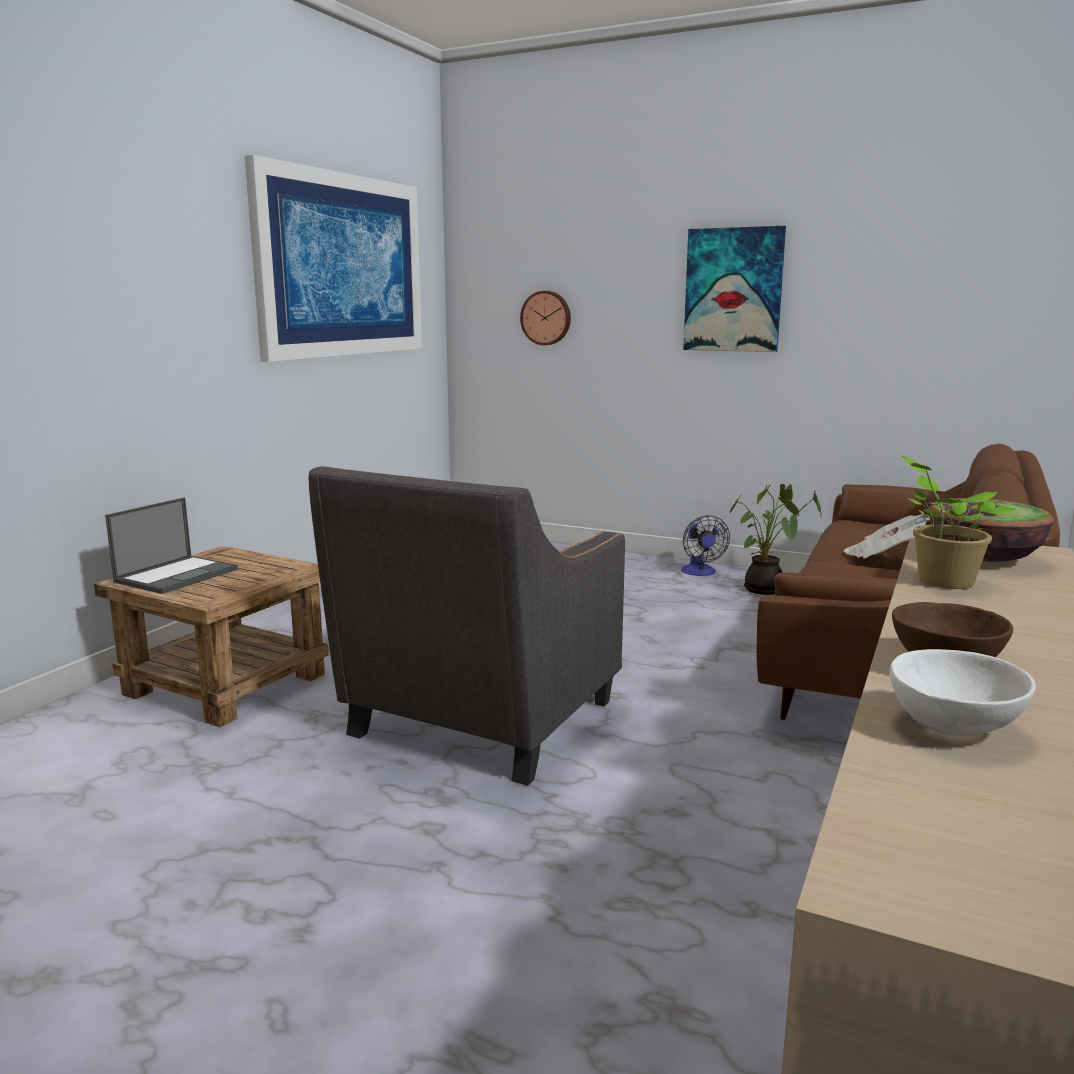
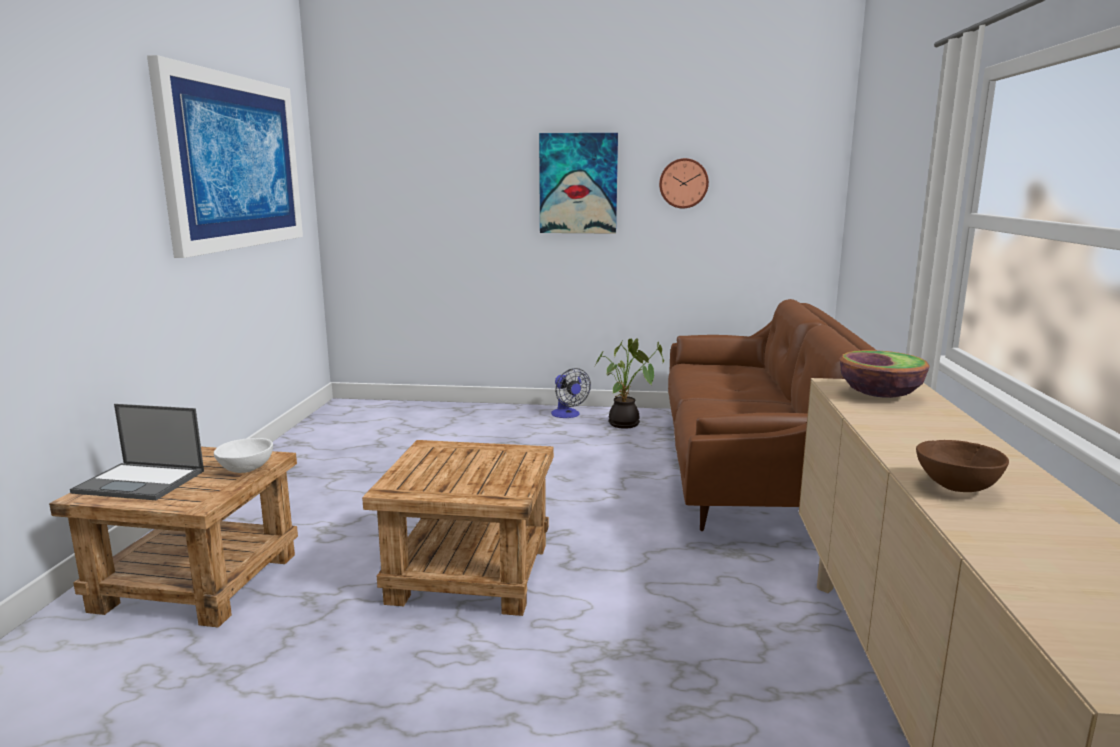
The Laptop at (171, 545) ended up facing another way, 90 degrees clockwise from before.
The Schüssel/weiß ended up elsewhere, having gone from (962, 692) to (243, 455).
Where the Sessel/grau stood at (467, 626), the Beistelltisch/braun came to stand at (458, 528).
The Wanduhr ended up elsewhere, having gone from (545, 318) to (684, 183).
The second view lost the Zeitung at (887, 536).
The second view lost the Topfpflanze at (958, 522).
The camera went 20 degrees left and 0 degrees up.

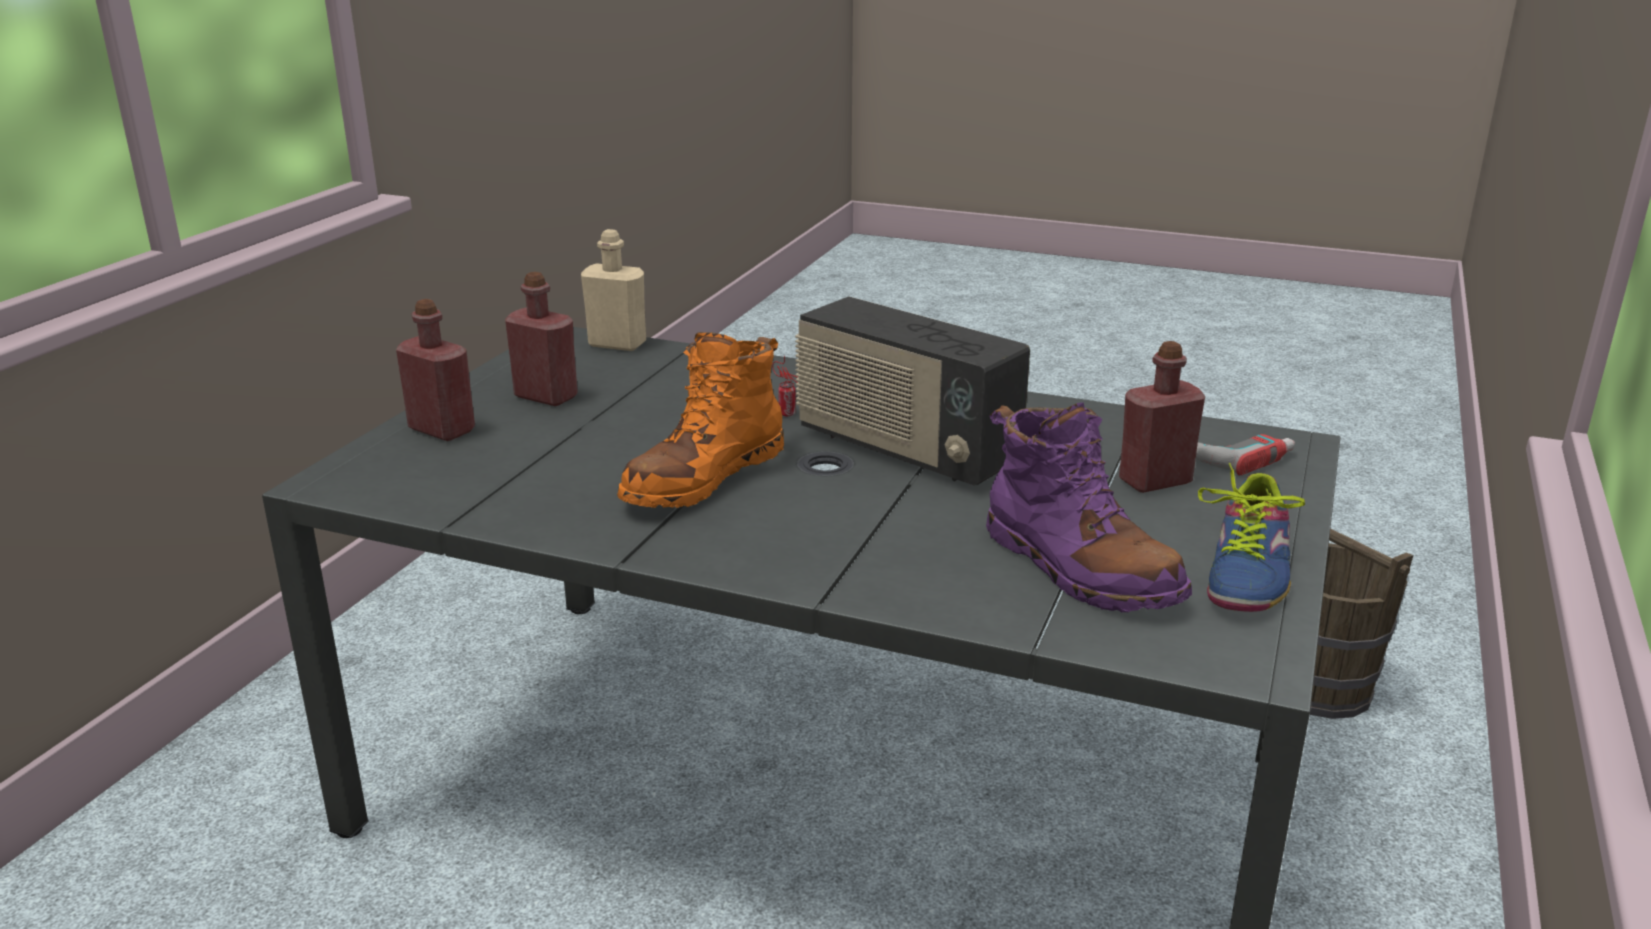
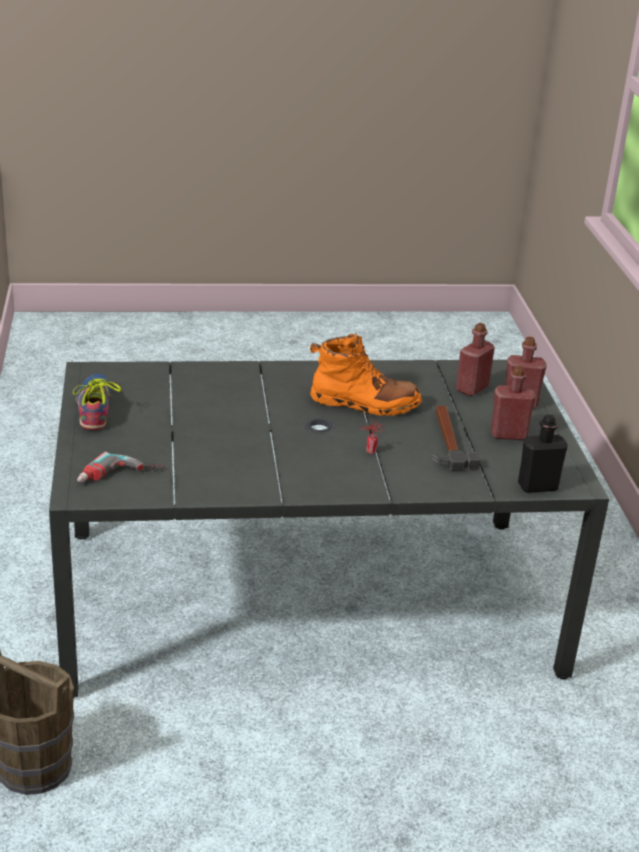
The Stiefel/orange at (700, 420) ended up facing another way, 90 degrees clockwise from before.
The second view gained the Hammer at (456, 438).
The Flasche/rot ended up elsewhere, having gone from (1162, 417) to (475, 359).
What was the Flasche/beige at (613, 290) turned into the Flasche/schwarz at (543, 454).
The second view lost the Radio at (912, 390).
The second view lost the Stiefel/lila at (1089, 507).
The camera went 150 degrees right and 5 degrees up.

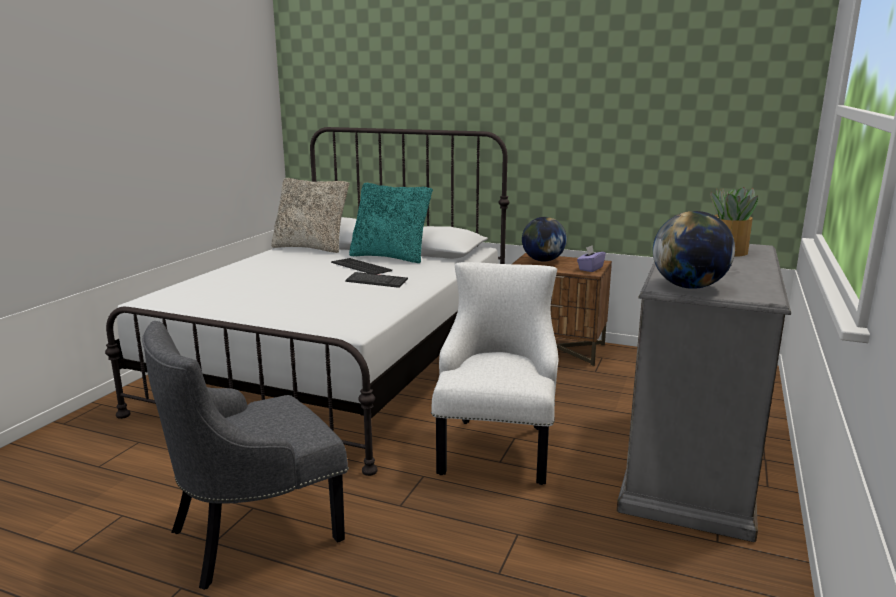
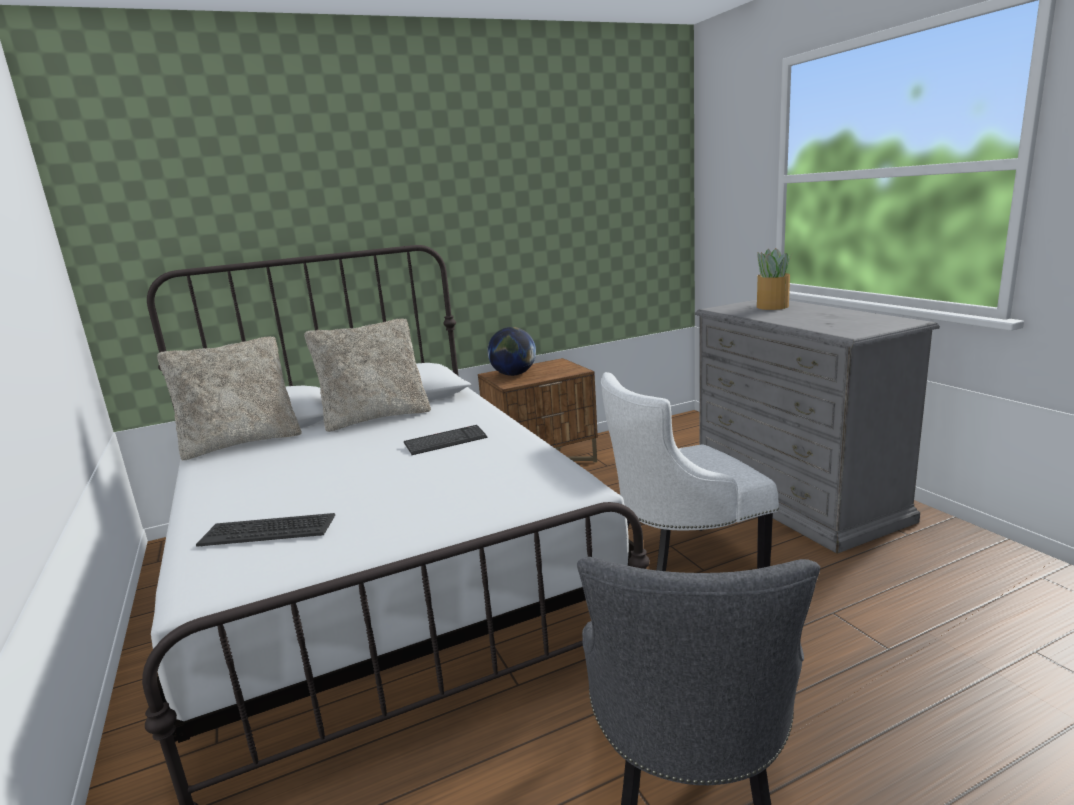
The Tastatur ended up elsewhere, having gone from (361, 266) to (265, 530).
What was the Kissen/türkis at (391, 223) turned into the Kissen/beige at (367, 375).
The Sessel/weiß at (495, 373) ended up facing another way, 75 degrees counterclockwise from before.
The second view lost the Taschentuchbox/lila at (591, 258).
The second view lost the Globus at (694, 250).
The camera went 45 degrees left and 0 degrees up.

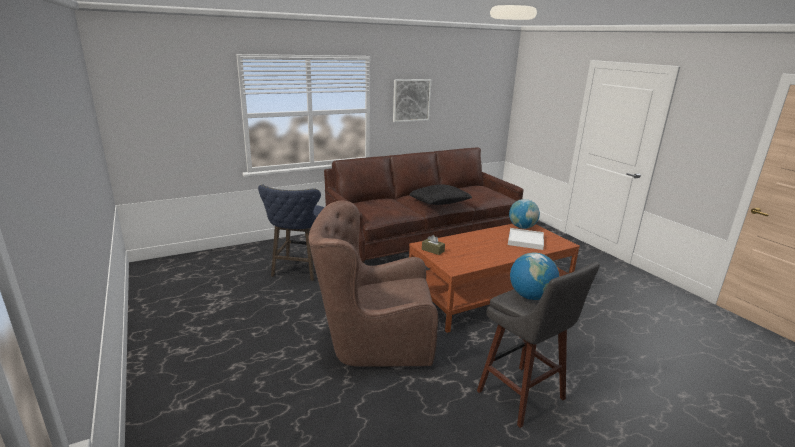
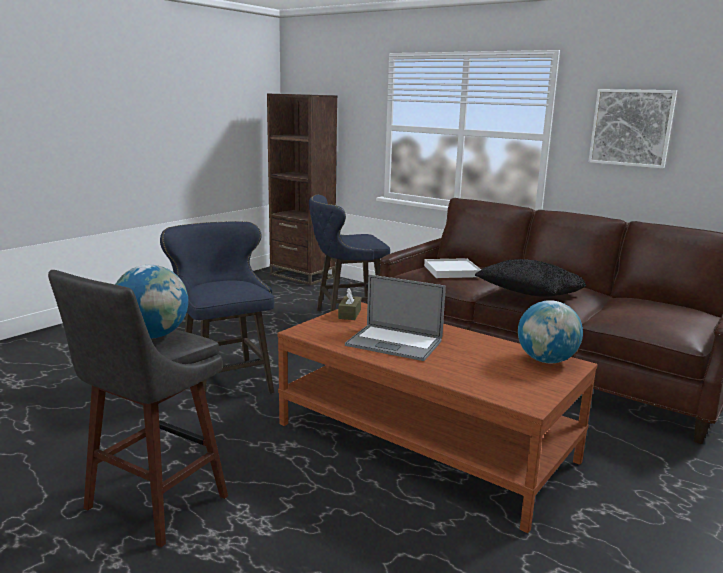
Where the Sessel/braun stood at (373, 284), the Hocker/blau came to stand at (217, 308).
The second view gained the Bücherregal/braun at (302, 189).
The second view gained the Laptop at (395, 317).
The Tablett/weiß ended up elsewhere, having gone from (526, 239) to (452, 268).
The camera went 65 degrees right and 5 degrees down.

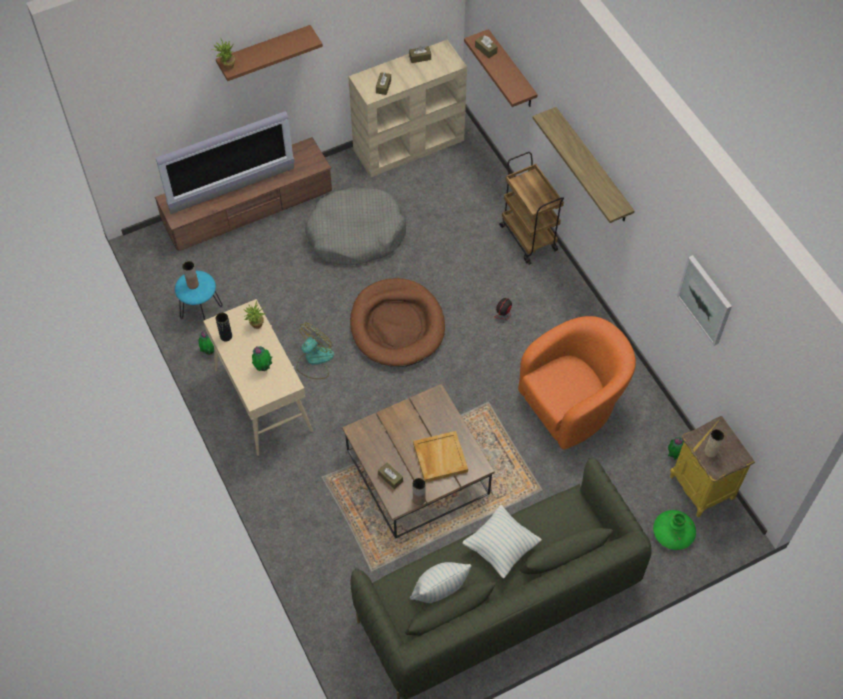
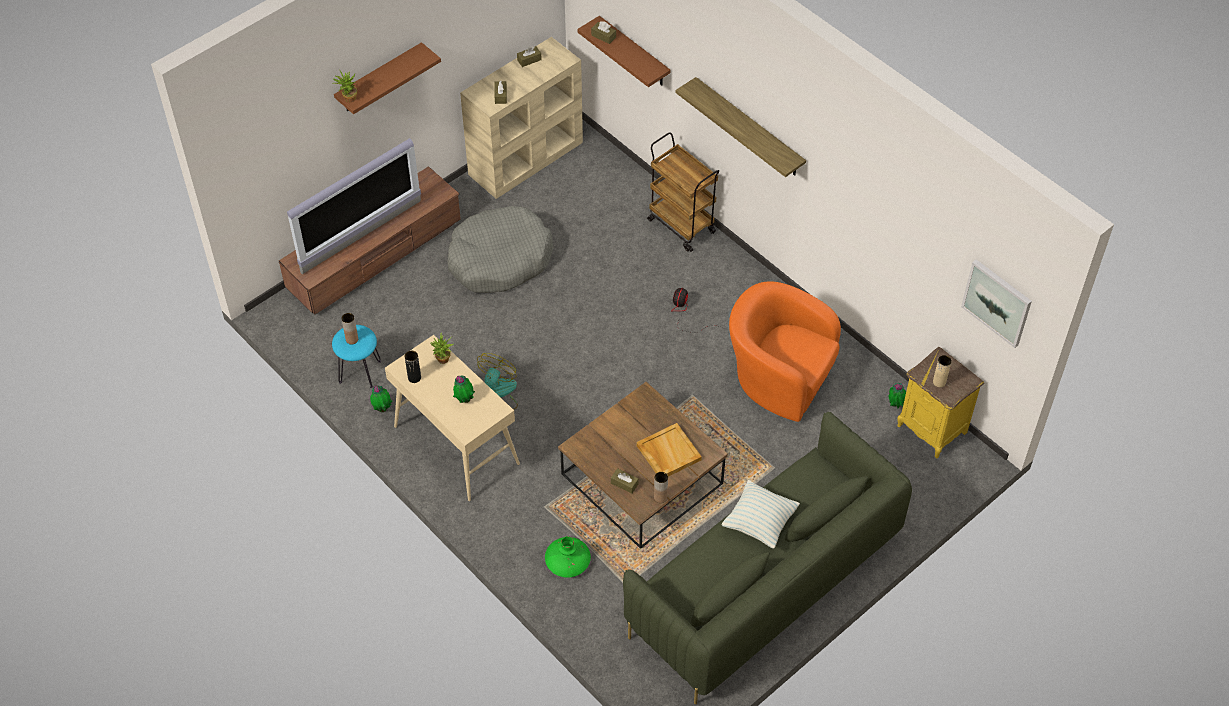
The Vase/grün ended up elsewhere, having gone from (674, 530) to (568, 557).
The Sessel/orange at (577, 383) ended up facing another way, 105 degrees counterclockwise from before.
The Bild ended up elsewhere, having gone from (704, 300) to (996, 304).
The second view lost the Hundebett/braun at (397, 322).
The second view lost the Kissen at (440, 582).
The camera went 15 degrees left and 5 degrees down.

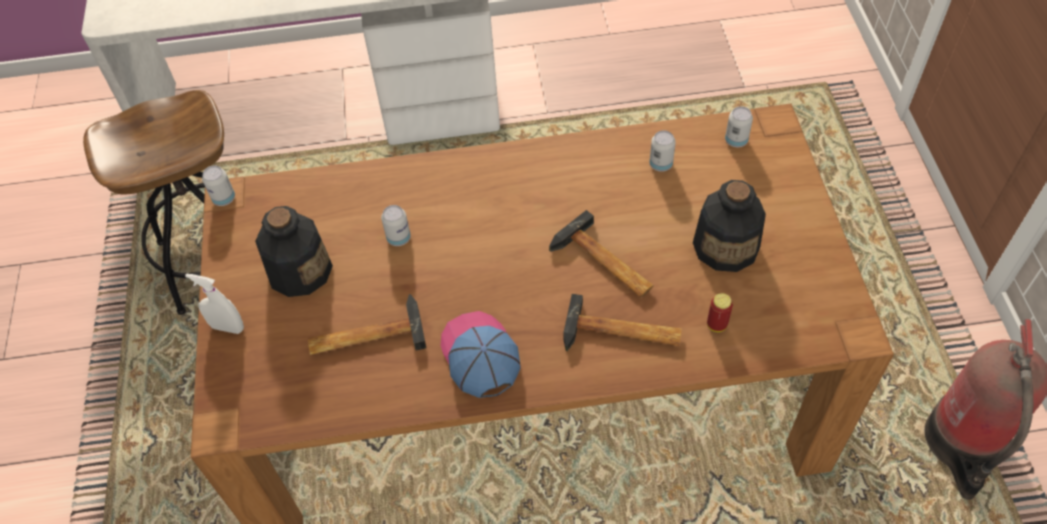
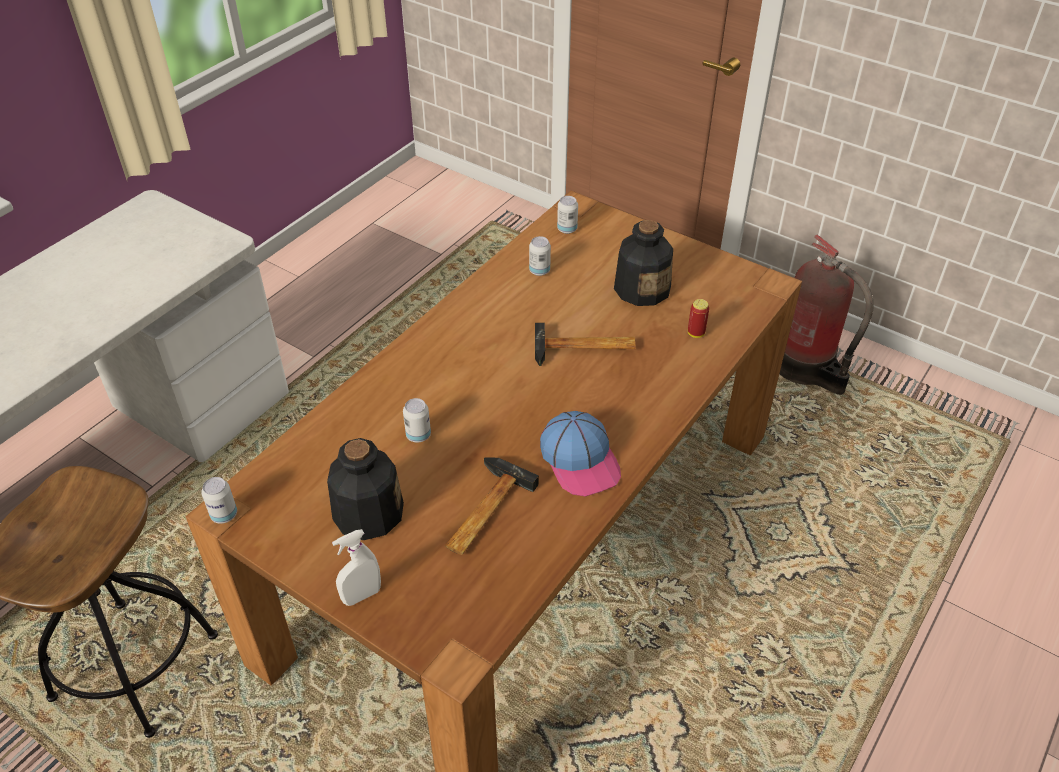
The Kappe at (480, 354) ended up facing another way, 135 degrees counterclockwise from before.
The second view lost the Hammer at (622, 322).
The camera went 50 degrees left and 10 degrees down.

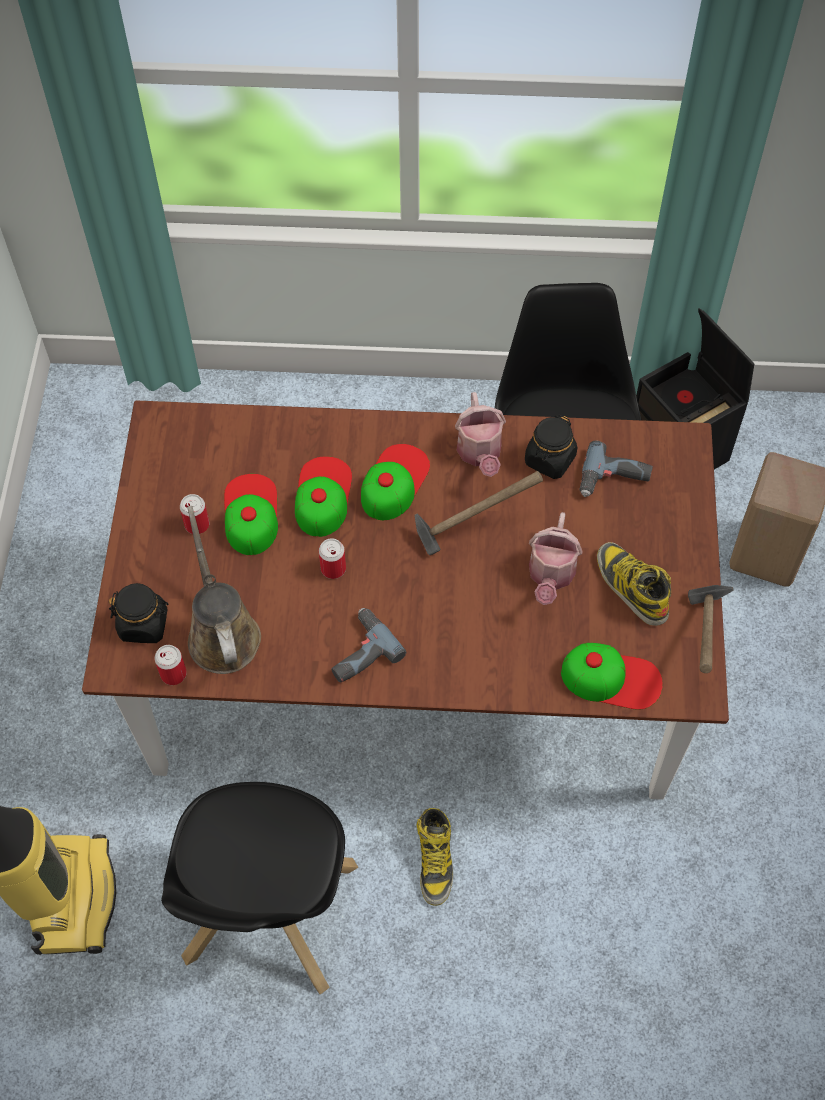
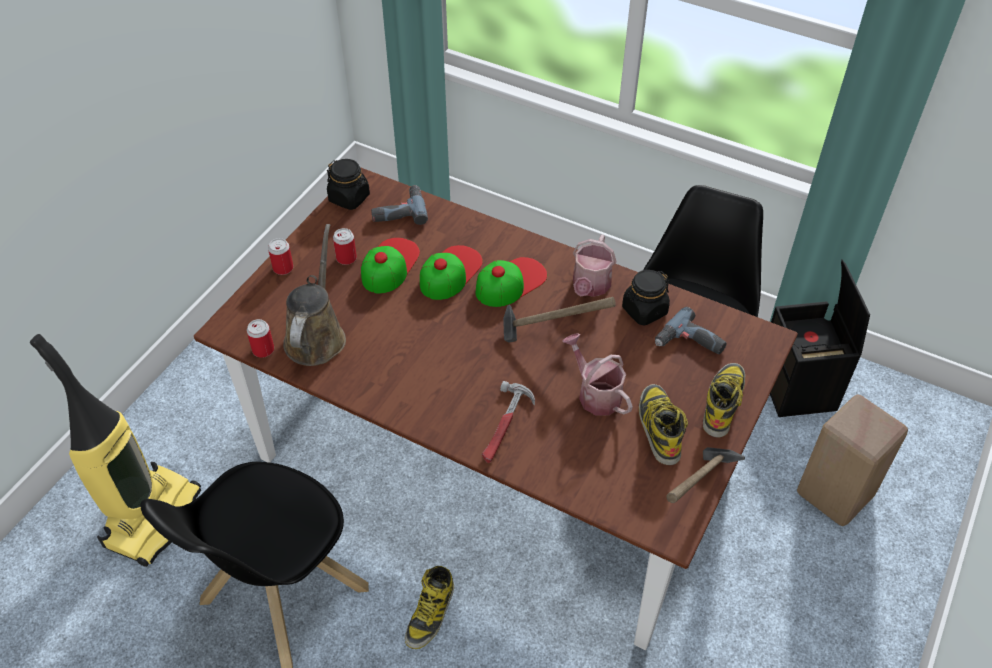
The Dose ended up elsewhere, having gone from (332, 558) to (281, 256).
The Vorratsglas/schwarz ended up elsewhere, having gone from (138, 613) to (348, 184).
The Bohrmaschine ended up elsewhere, having gone from (369, 645) to (399, 205).
The second view gained the Hammer at (508, 422).
The Gießkanne at (556, 558) ended up facing another way, 105 degrees clockwise from before.
The second view gained the Stiefel at (724, 400).
The second view lost the Kappe at (612, 676).
The camera went 25 degrees right and 10 degrees down.

